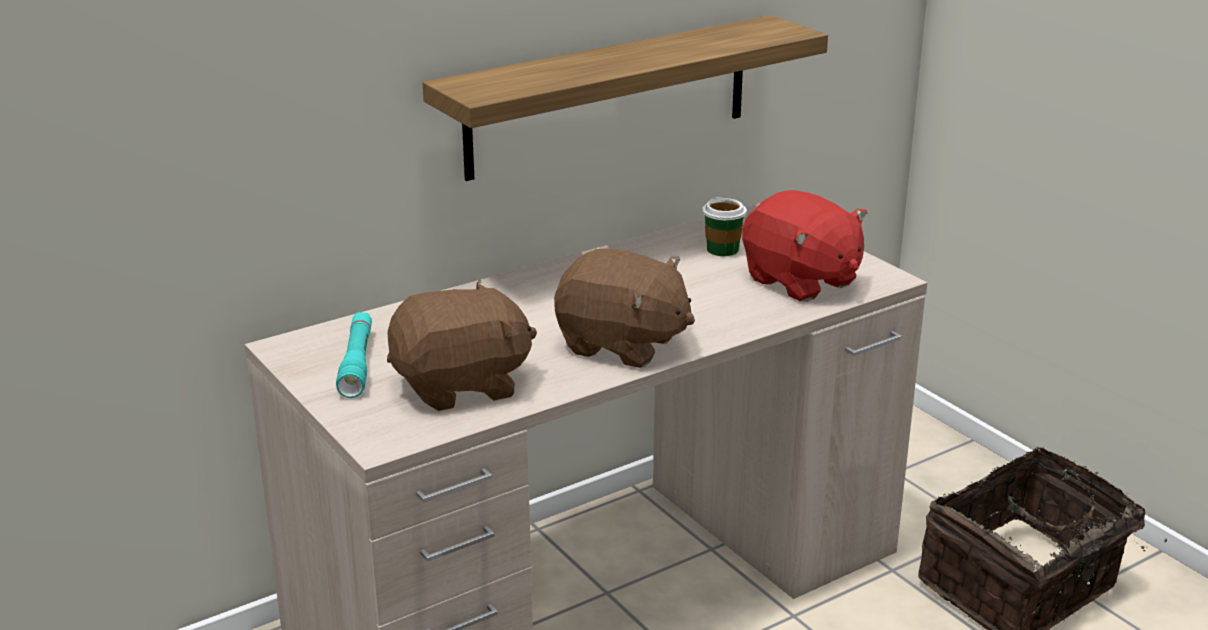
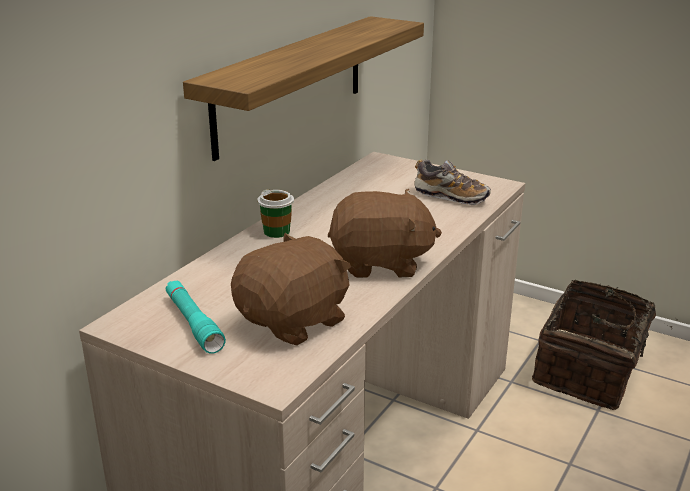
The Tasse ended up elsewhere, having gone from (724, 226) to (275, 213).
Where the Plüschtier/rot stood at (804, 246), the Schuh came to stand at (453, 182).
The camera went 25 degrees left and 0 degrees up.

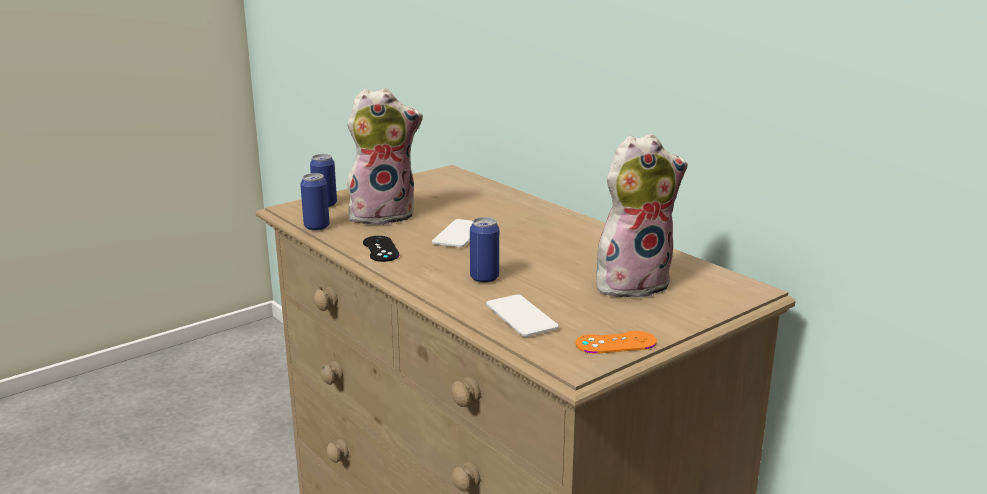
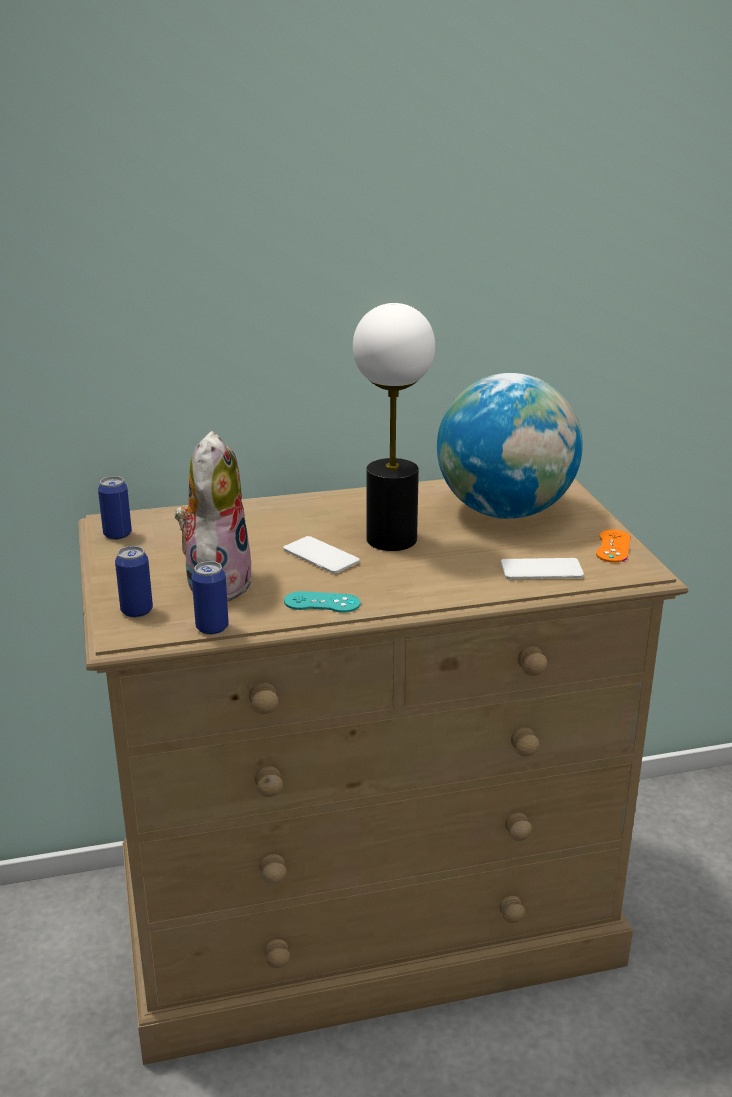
The Dose ended up elsewhere, having gone from (484, 250) to (115, 508).
What was the Gamepad/schwarz at (381, 249) turned into the Gamepad/türkis at (322, 602).
The second view gained the Tischlampe at (394, 427).
Where the Plüschtier stood at (642, 216), the Globus came to stand at (510, 446).
The camera went 65 degrees left and 5 degrees up.

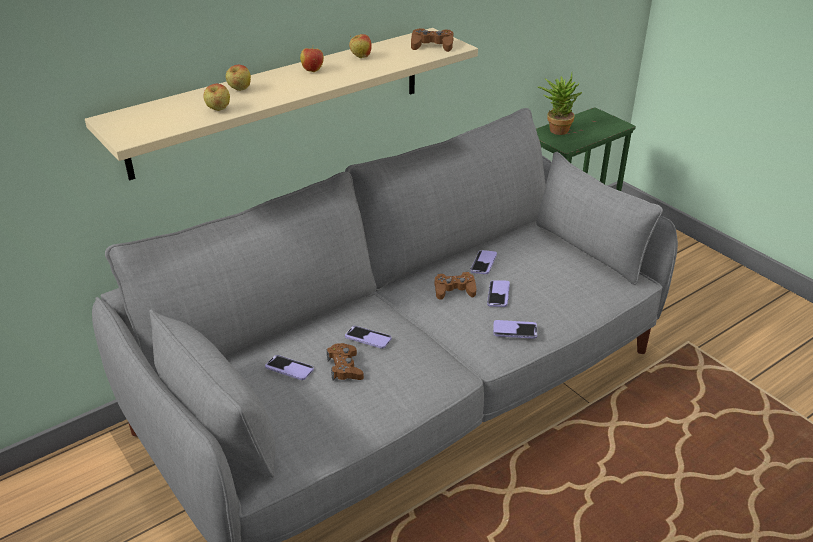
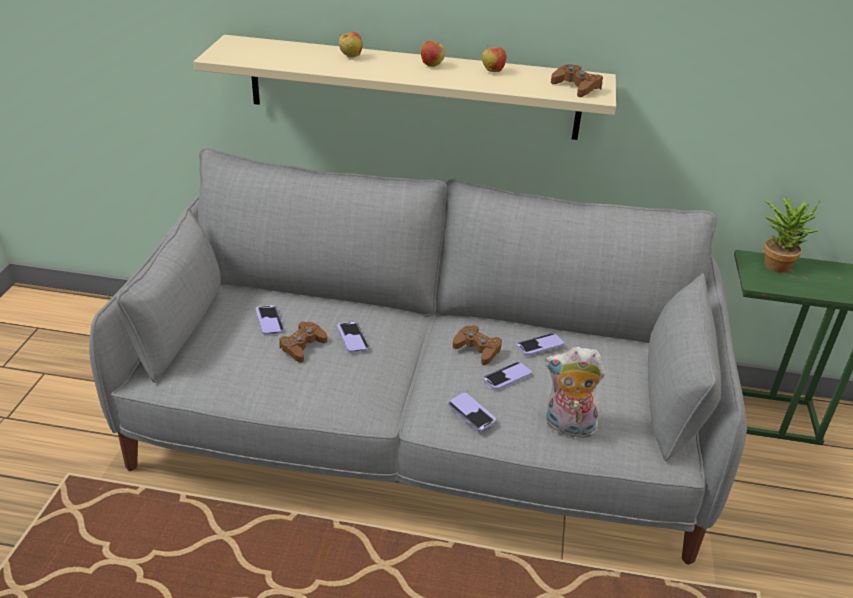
The second view gained the Plüschtier at (575, 392).
The second view lost the Apfel at (216, 97).
The camera went 45 degrees right and 0 degrees up.

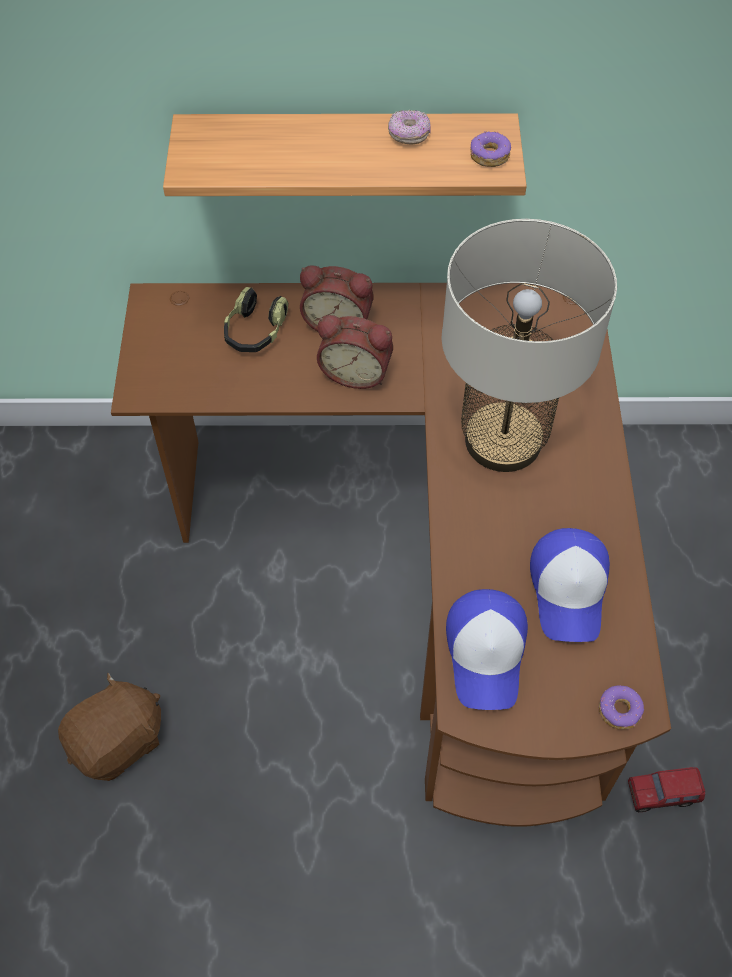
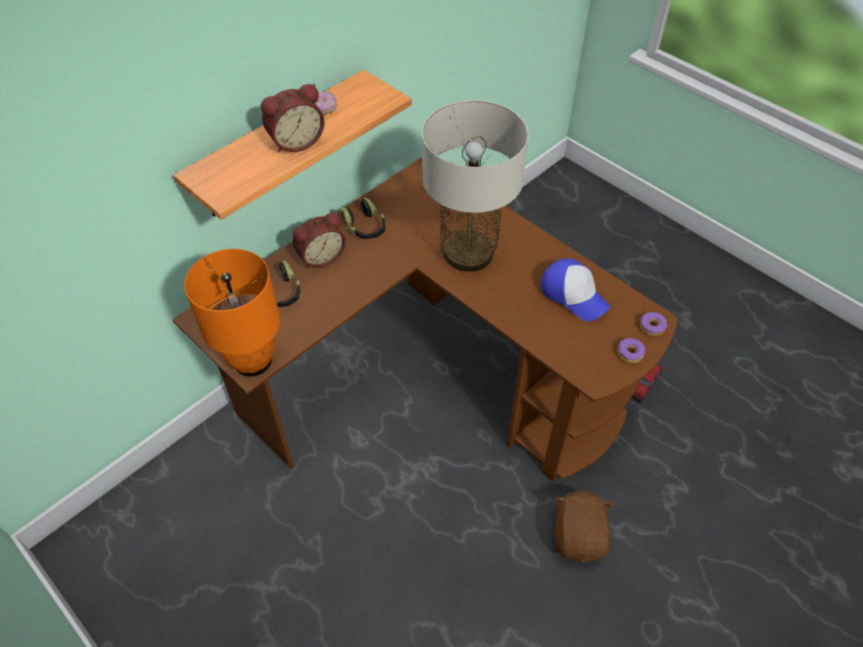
The second view gained the Tischlampe/orange at (232, 312).
The Wecker ended up elsewhere, having gone from (355, 352) to (293, 118).
The second view gained the Kopfhörer at (363, 218).
The Plüschtier/braun ended up elsewhere, having gone from (109, 727) to (584, 526).
The Donut ended up elsewhere, having gone from (490, 149) to (631, 350).
The second view lost the Kappe at (487, 649).
The camera went 45 degrees left and 5 degrees down.

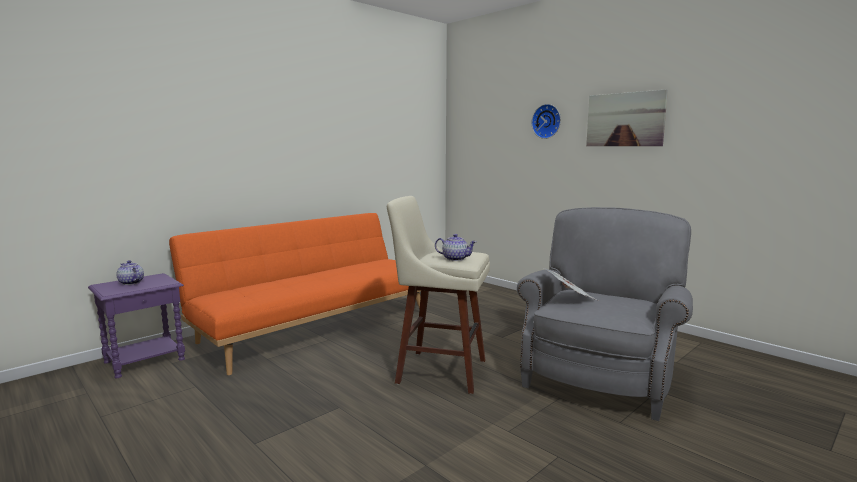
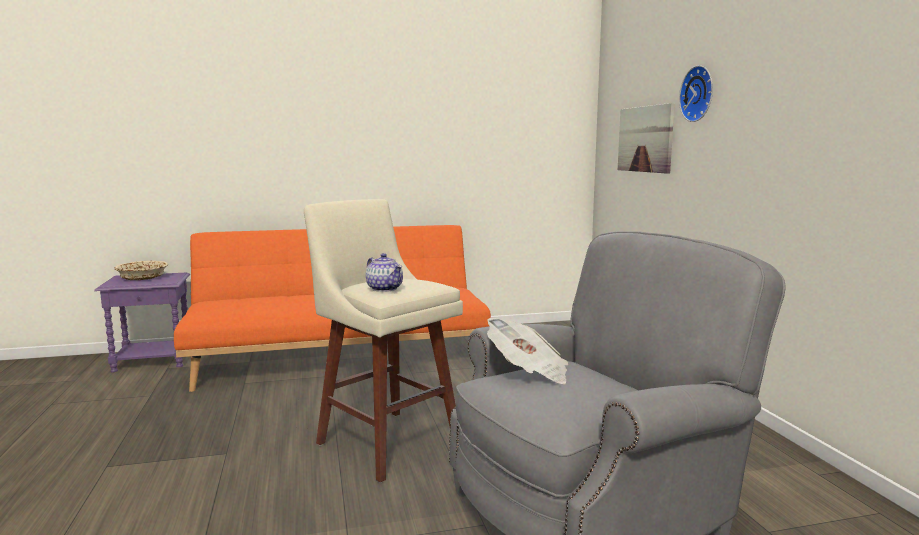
Where the Teekanne stood at (130, 272), the Schüssel/beige came to stand at (141, 270).
The Bild ended up elsewhere, having gone from (627, 117) to (646, 138).
The camera went 30 degrees right and 0 degrees up.

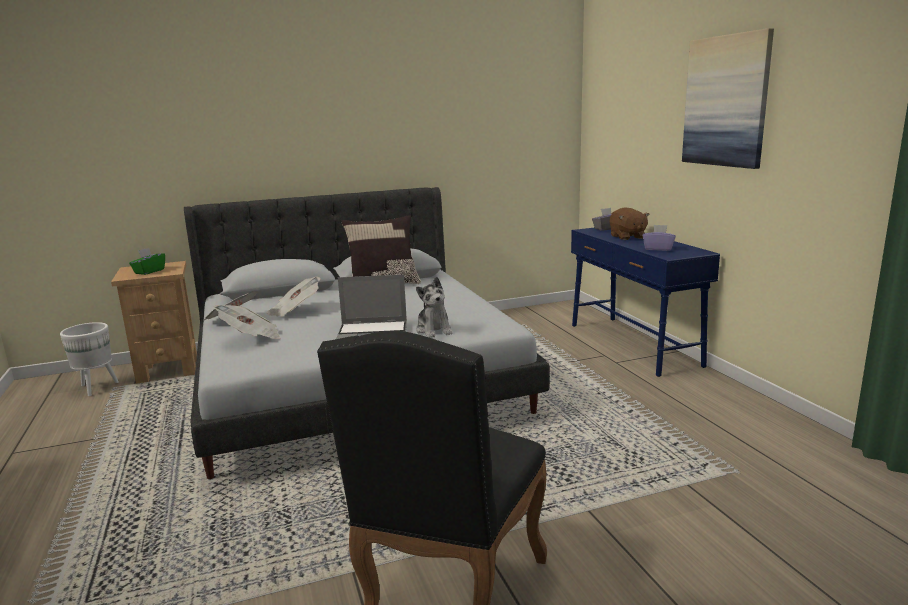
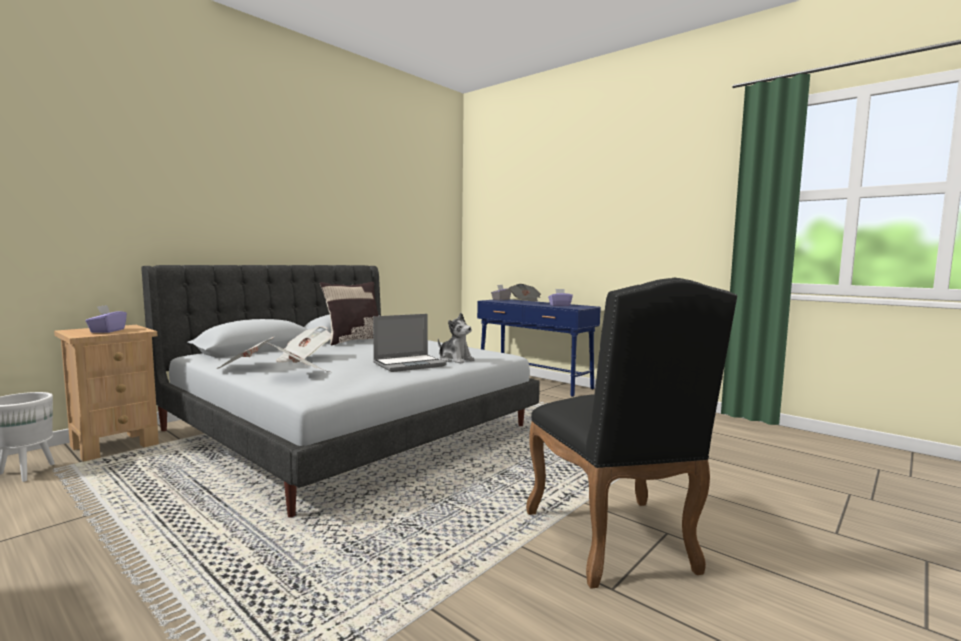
What was the Taschentuchbox/grün at (147, 261) turned into the Taschentuchbox/lila at (106, 319).
Where the Plüschtier/braun stood at (629, 224), the Zeitung came to stand at (524, 293).
The second view lost the Bild at (728, 98).
The camera went 30 degrees left and 10 degrees down.

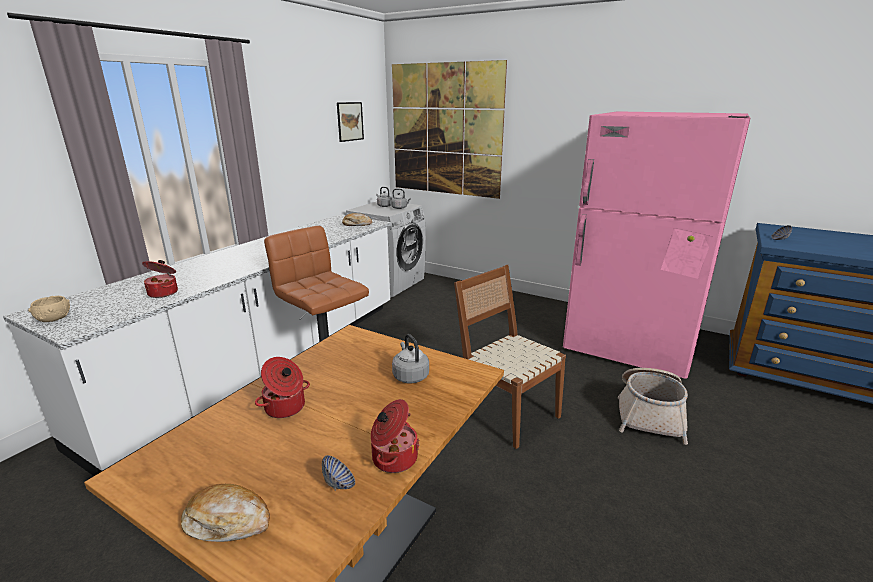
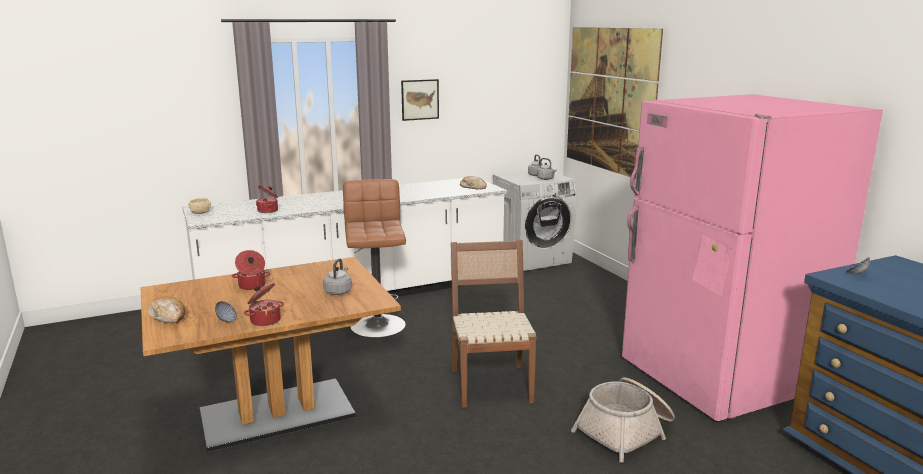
The Bild ended up elsewhere, having gone from (350, 122) to (420, 100).
The camera went 35 degrees right and 5 degrees down.

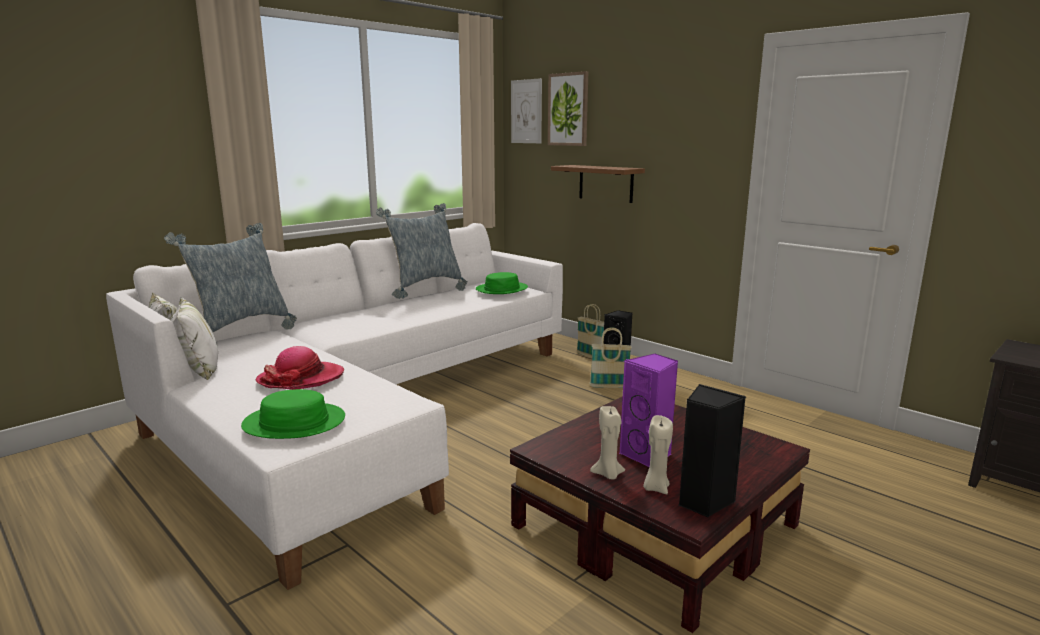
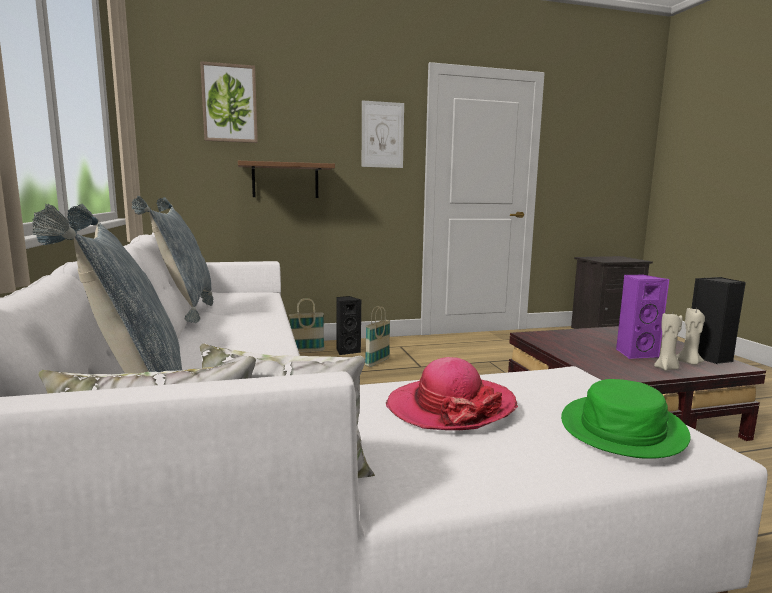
The Bild ended up elsewhere, having gone from (526, 110) to (383, 134).
The second view lost the Hut/grün at (502, 283).
The camera went 60 degrees left and 5 degrees down.

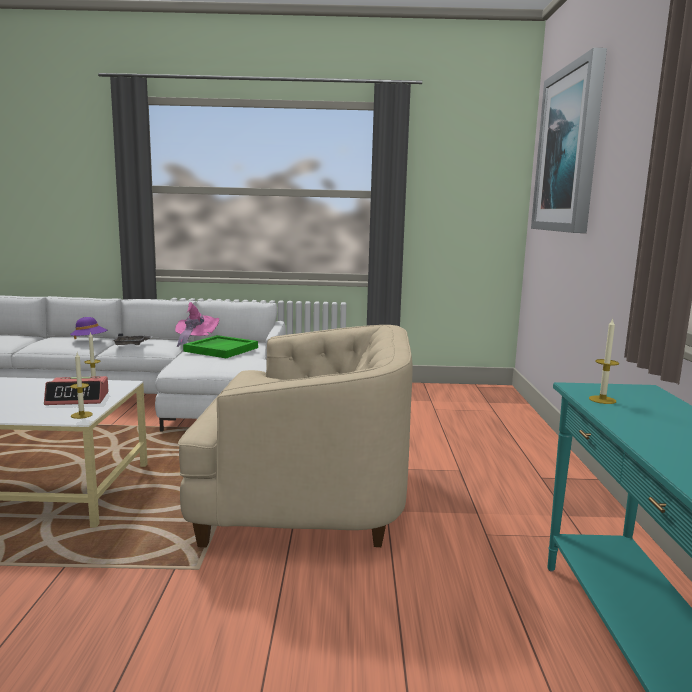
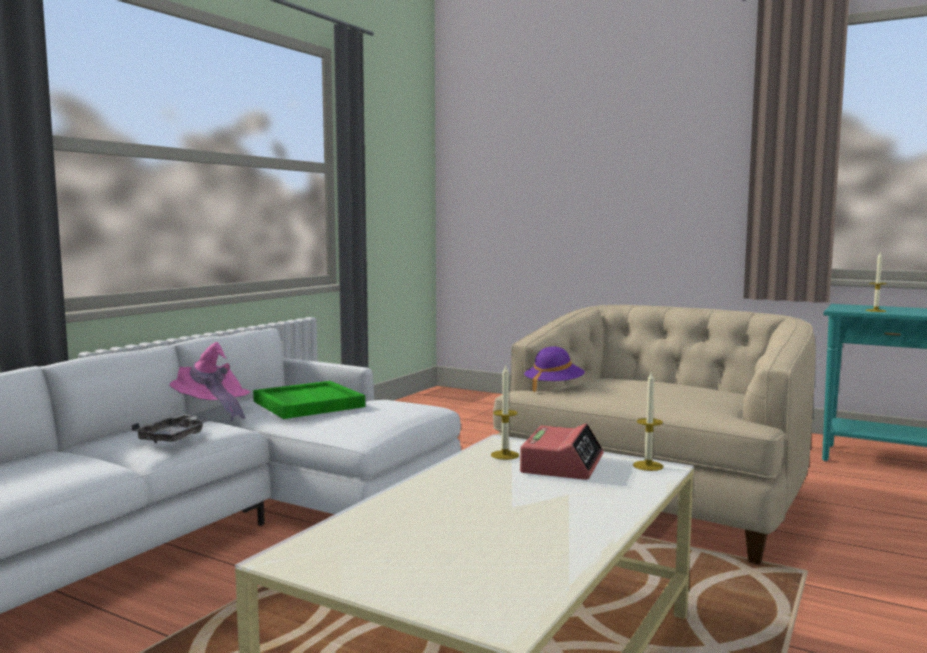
The Hut/lila ended up elsewhere, having gone from (88, 328) to (554, 369).
The second view lost the Bild at (569, 140).
The camera went 60 degrees left and 5 degrees down.

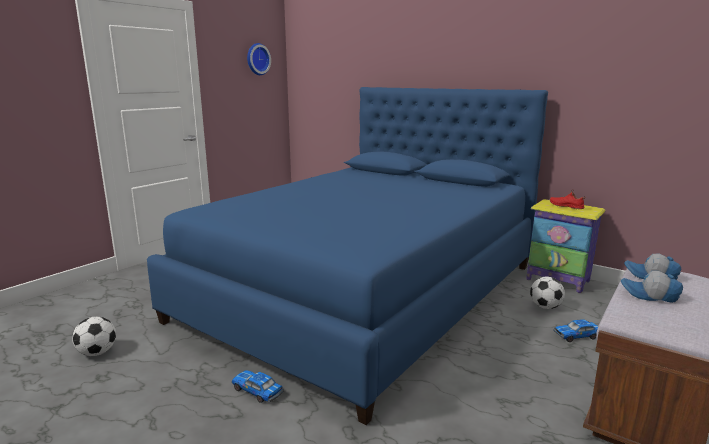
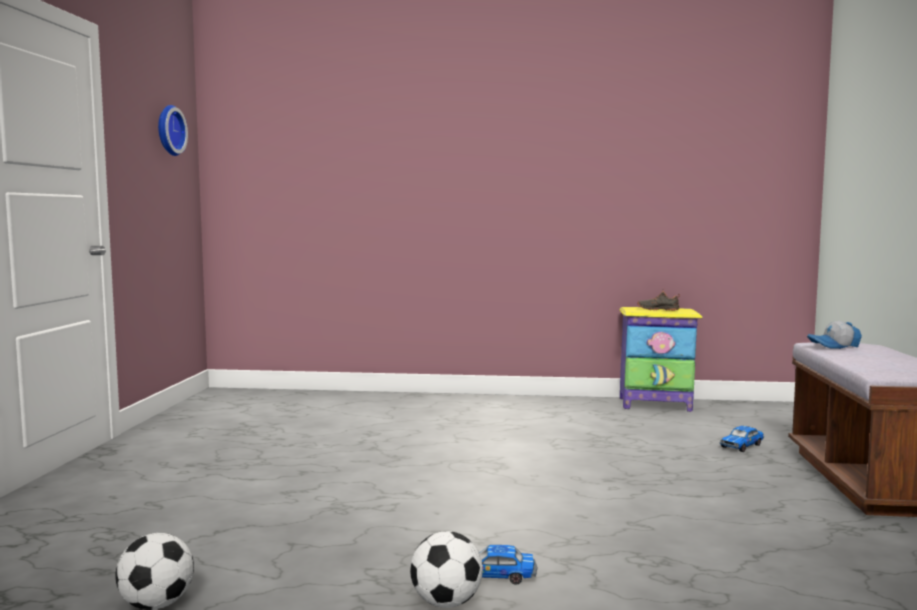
The Fußball ended up elsewhere, having gone from (547, 292) to (446, 569).
What was the Schuh/rot at (568, 199) turned into the Schuh/schwarz at (658, 299).
The second view lost the Bett/blau at (347, 256).
The second view lost the Kappe at (652, 287).
The camera went 30 degrees left and 10 degrees down.

